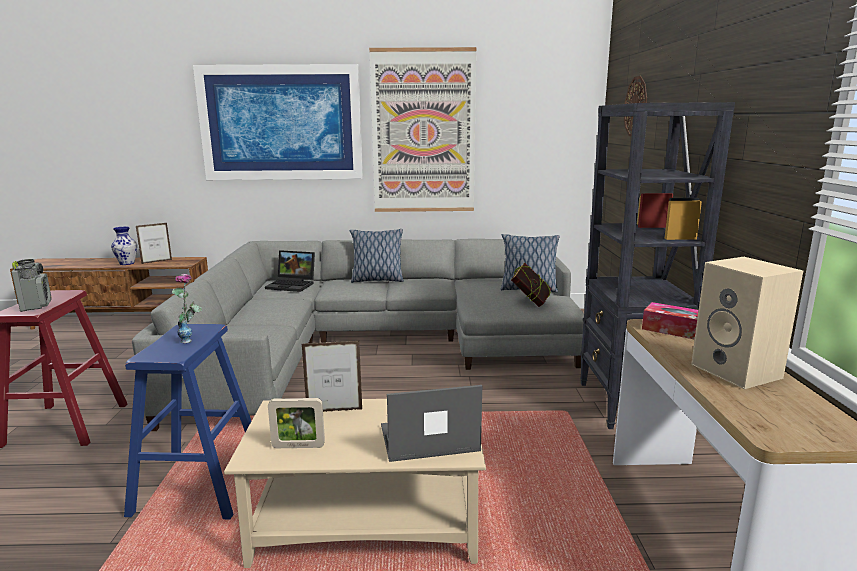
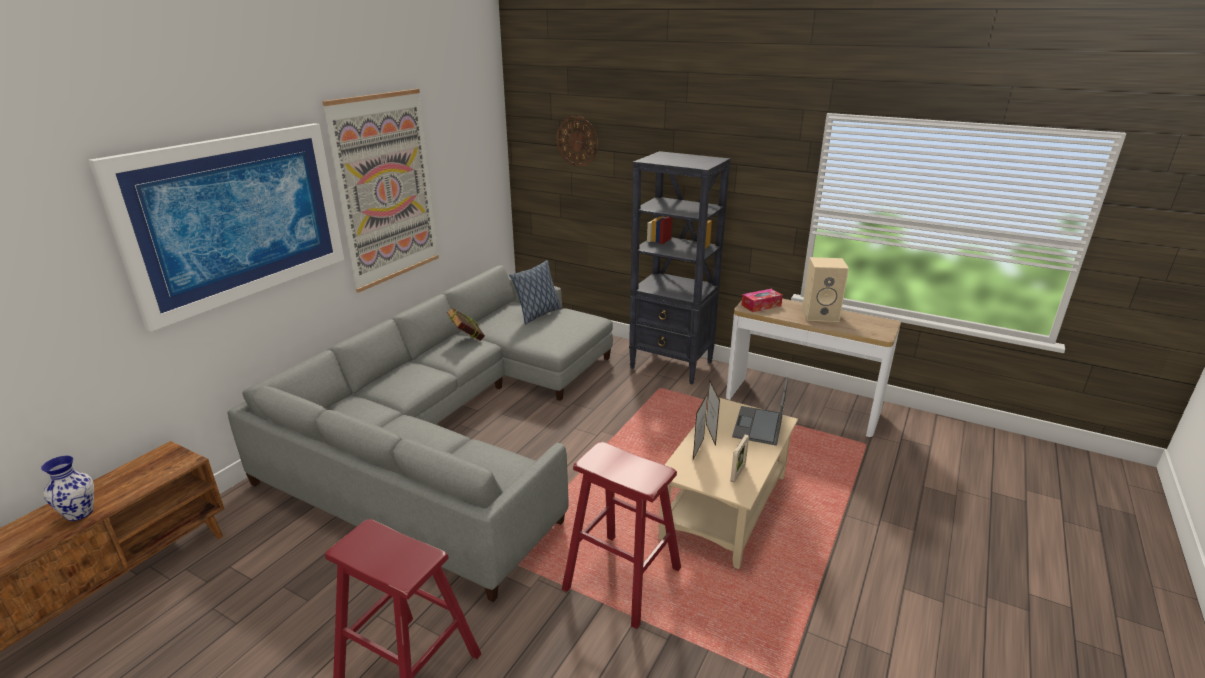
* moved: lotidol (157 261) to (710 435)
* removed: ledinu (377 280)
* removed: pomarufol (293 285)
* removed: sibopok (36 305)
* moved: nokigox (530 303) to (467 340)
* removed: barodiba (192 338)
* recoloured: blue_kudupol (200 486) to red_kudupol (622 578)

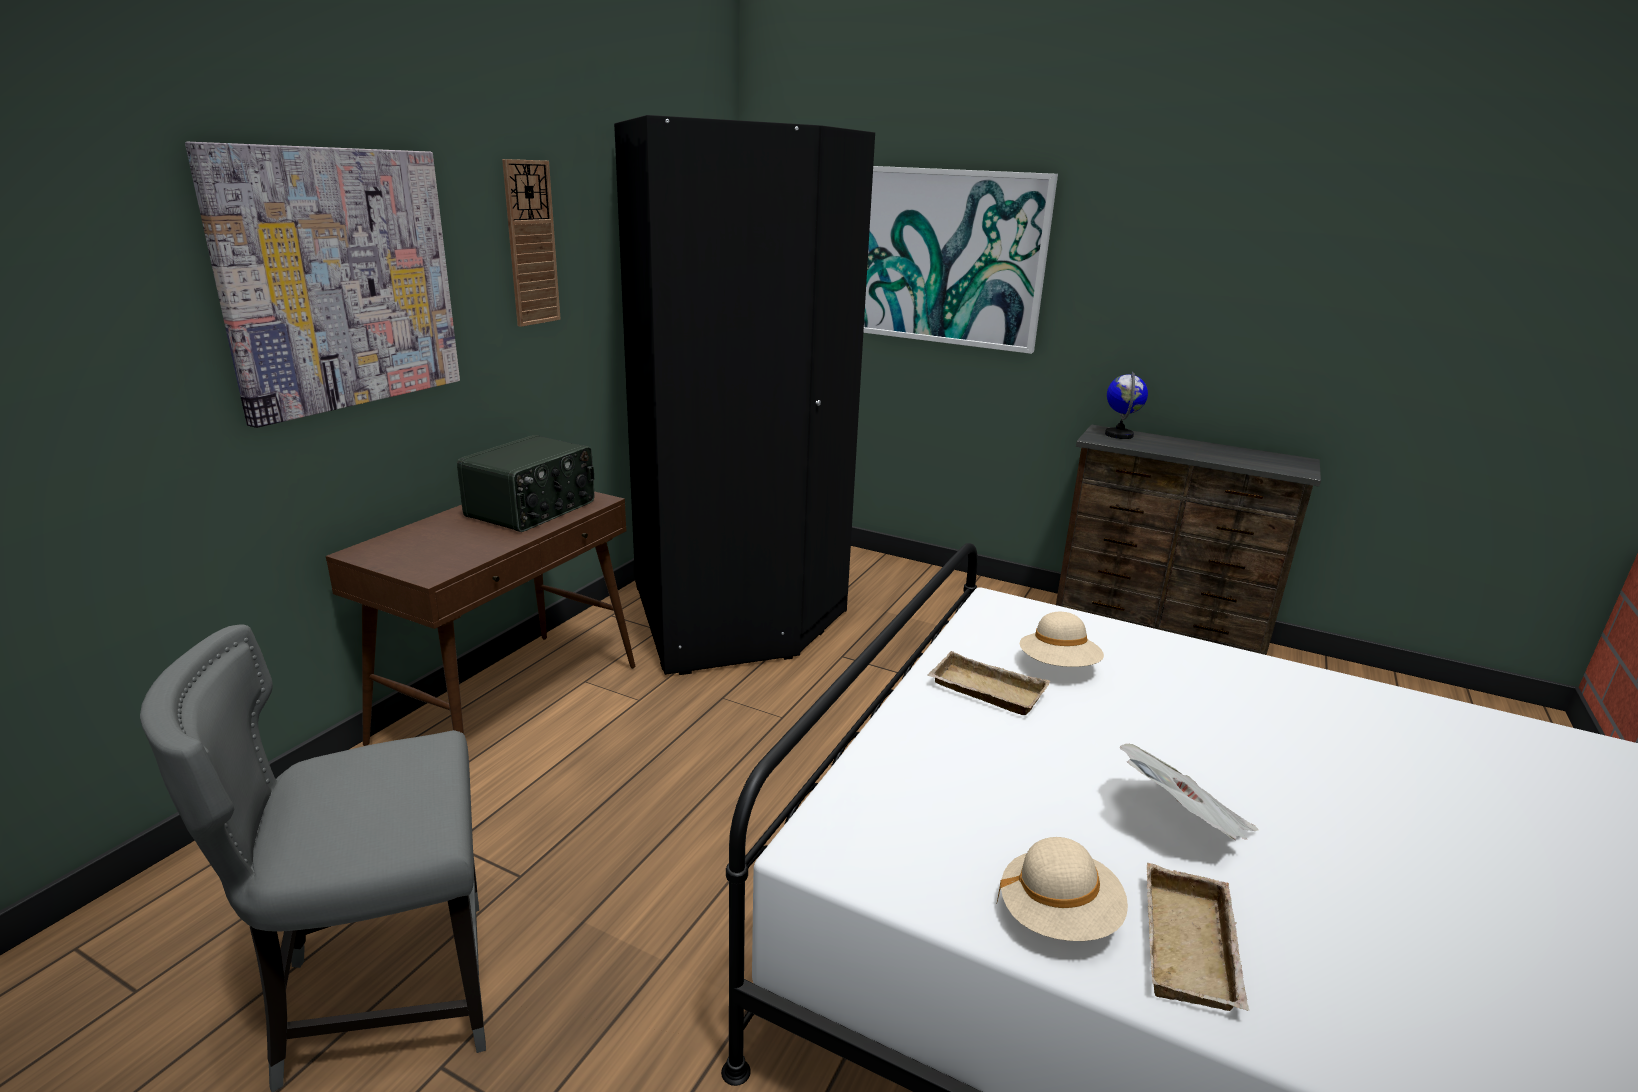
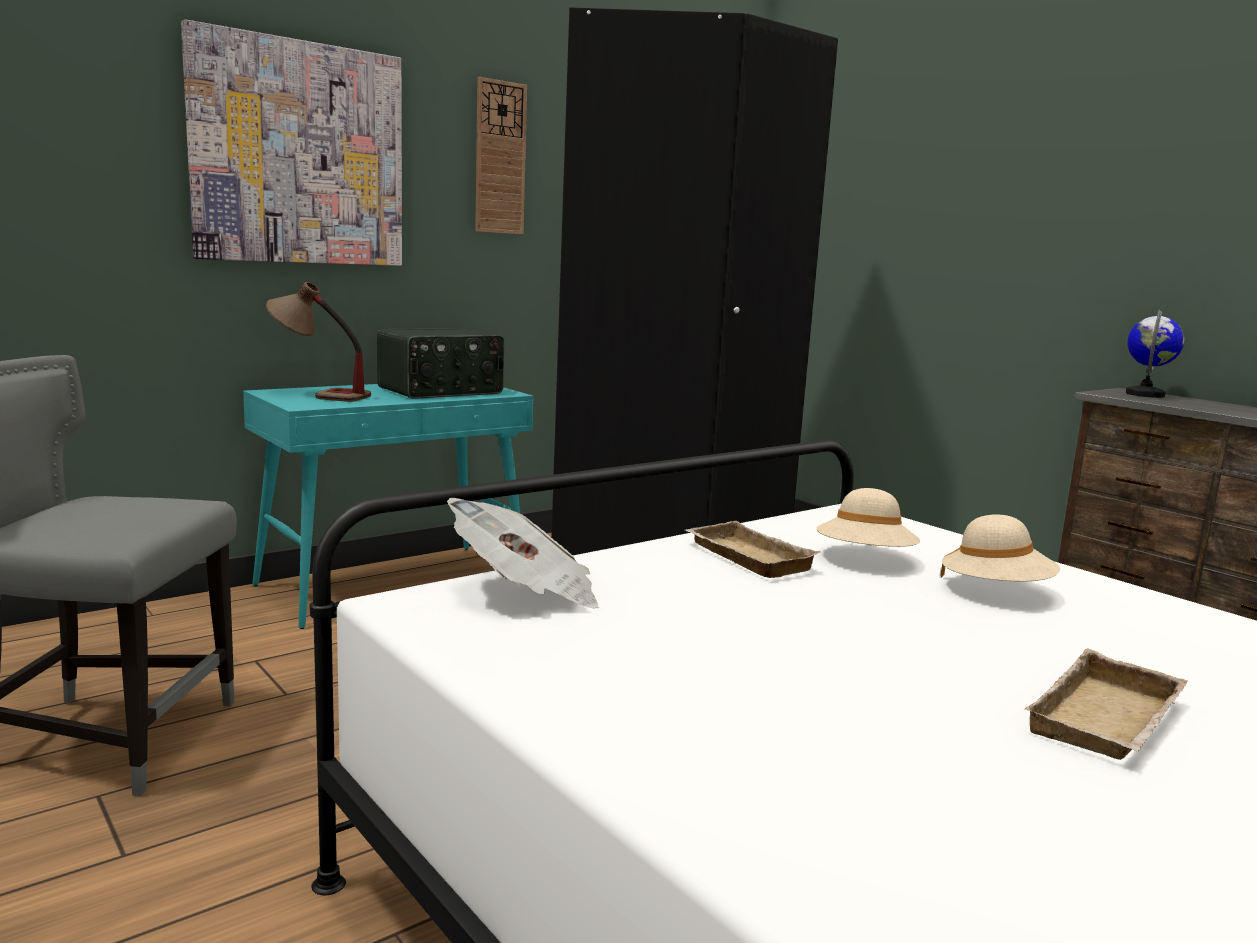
* removed: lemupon (938 257)
* recoloured: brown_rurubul (510 702) to turquoise_rurubul (395 583)
* moved: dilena (1182 823) to (526 593)
* moved: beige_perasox (1058 916) to (996 591)
* moved: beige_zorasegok (1193 949) to (1110 721)
* added: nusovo (318 395)

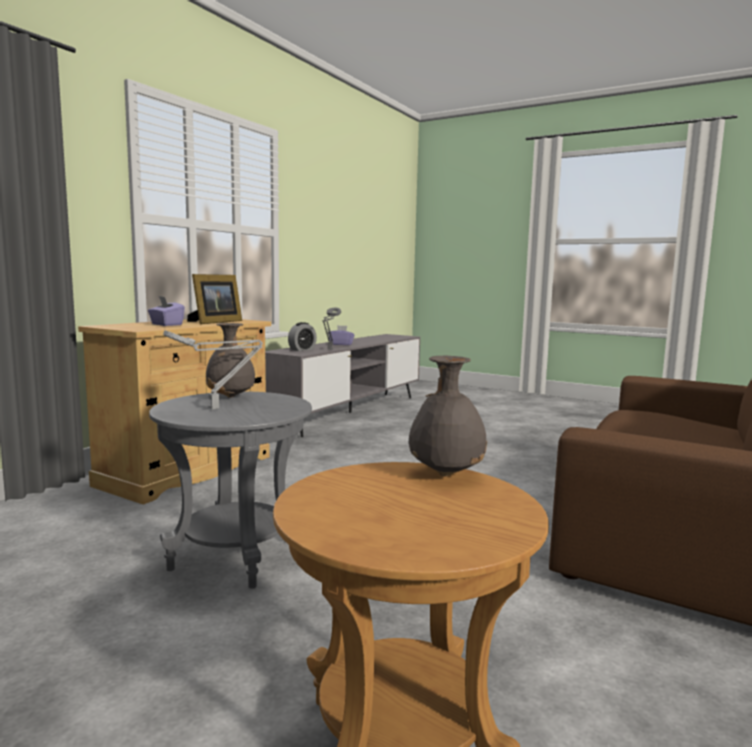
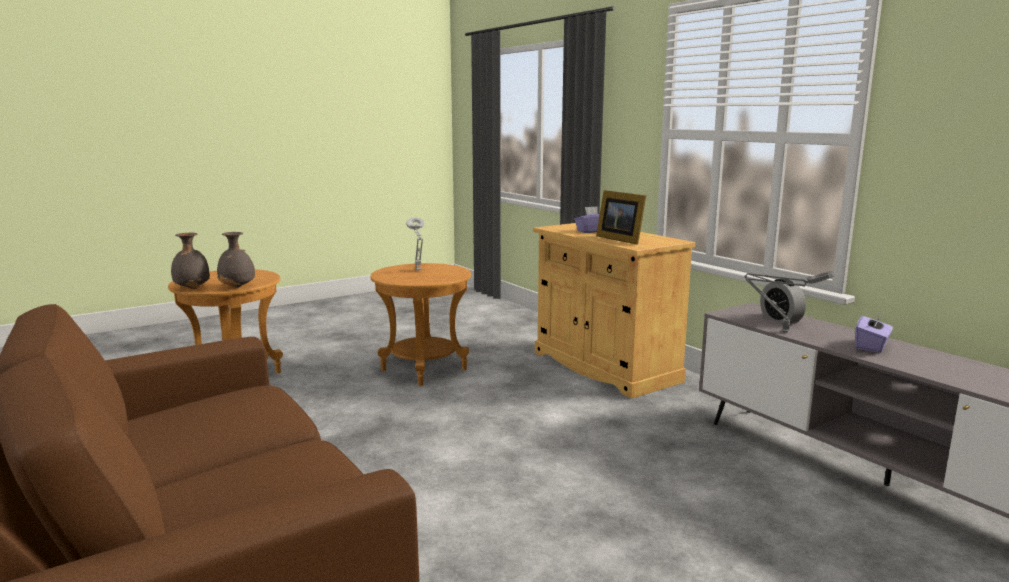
* moved: grey_barodiba (231 397) to (191 288)
* recoloured: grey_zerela (236 556) to brown_zerela (424 370)

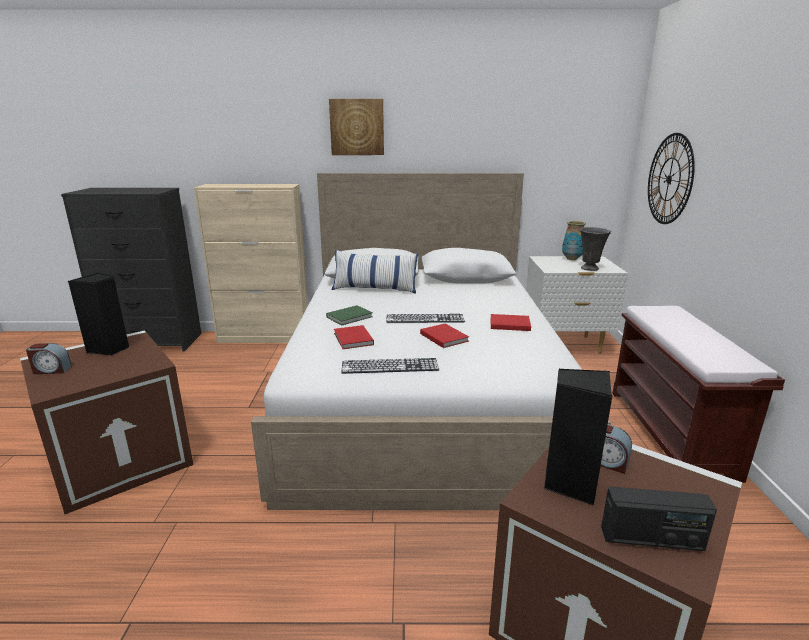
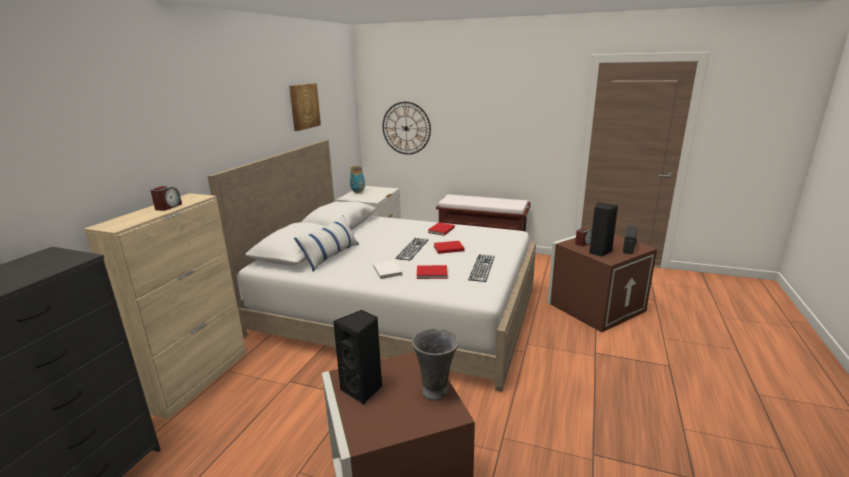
* moved: lemupon (357 127) to (304 106)
* moved: grey_barodiba (590 269) to (436 392)
* recoloured: green_nokigox (351 317) to white_nokigox (388 270)
* moved: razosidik (51 370) to (168 207)

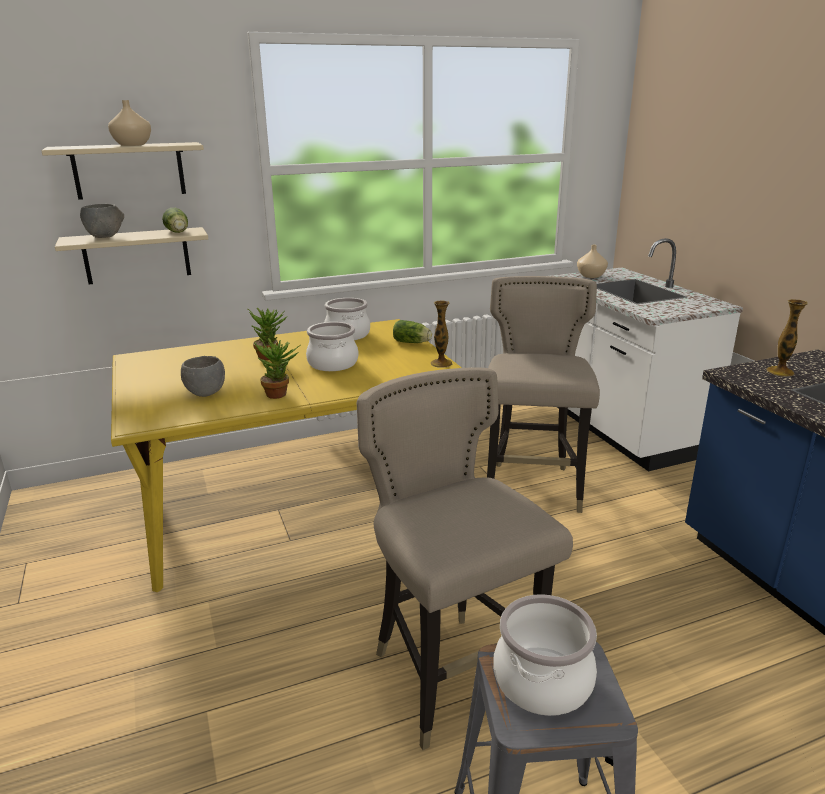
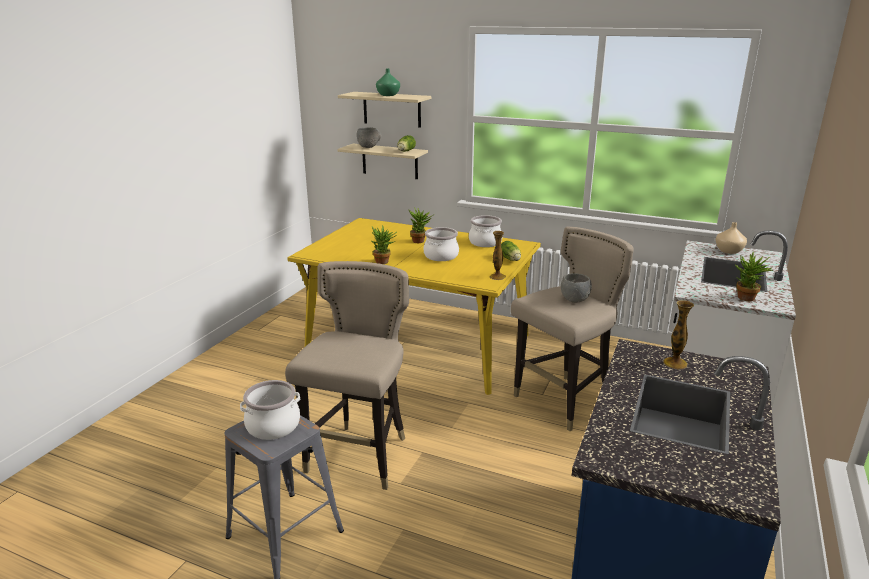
* recoloured: beige_barodiba (132 145) to green_barodiba (388 95)
* moved: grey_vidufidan (205 393) to (574 300)
* added: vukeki (746 299)

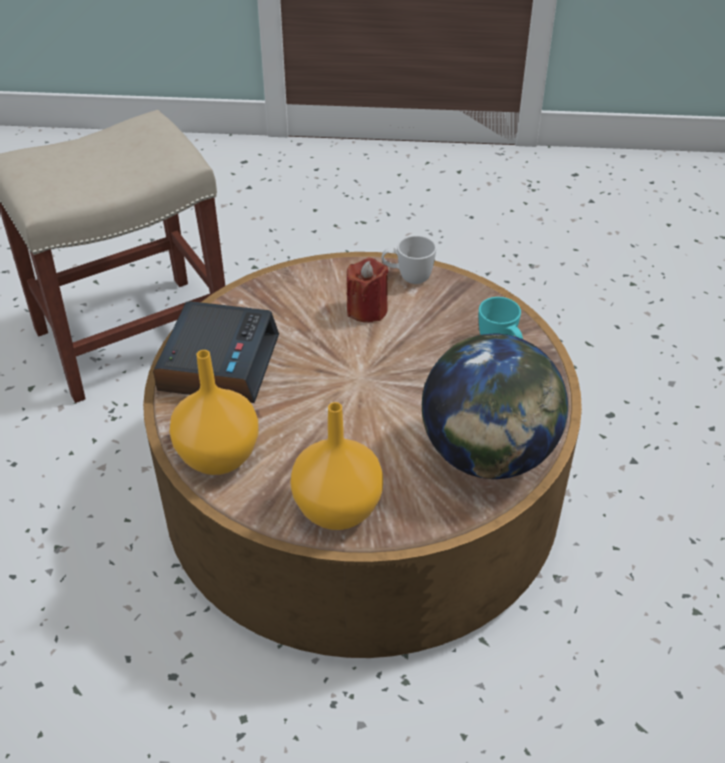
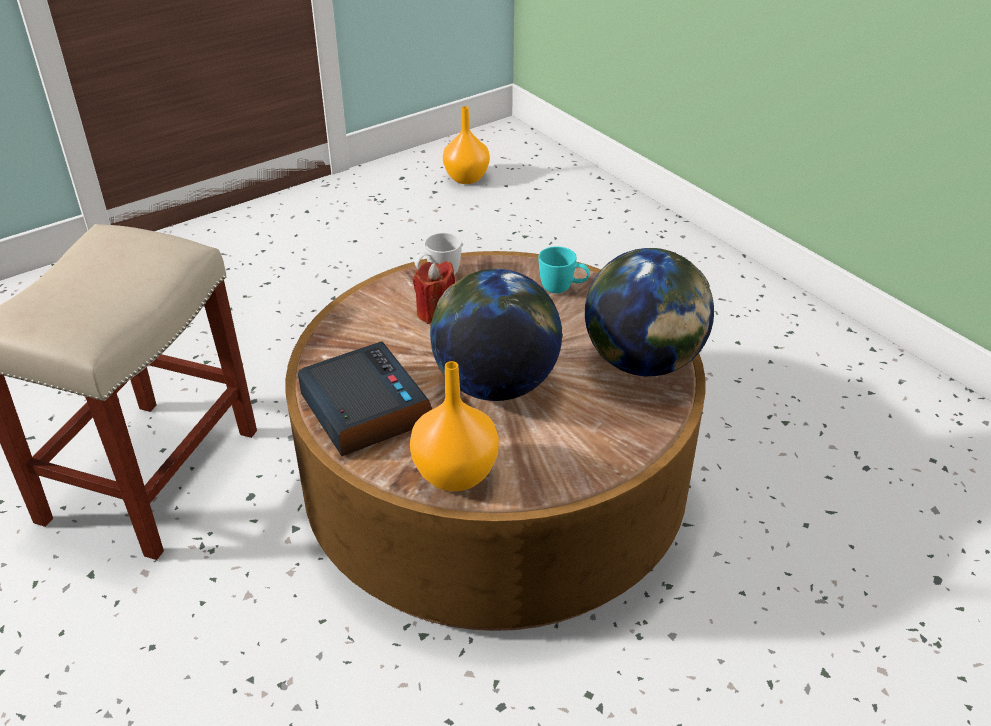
* moved: orange_barodiba (338 508) to (466 177)
* added: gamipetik (496 385)

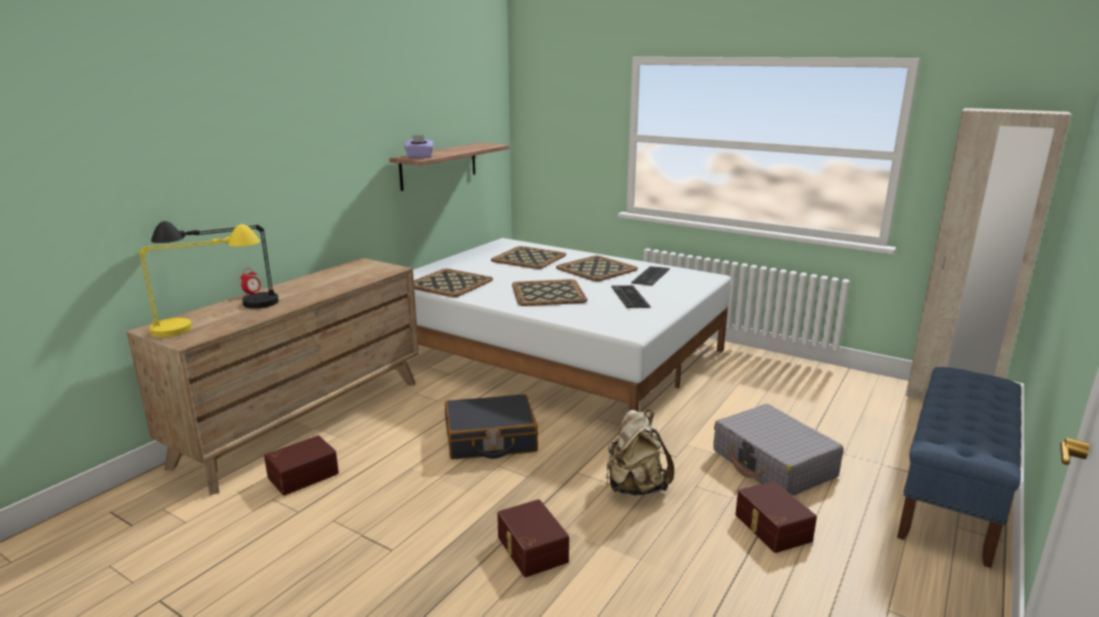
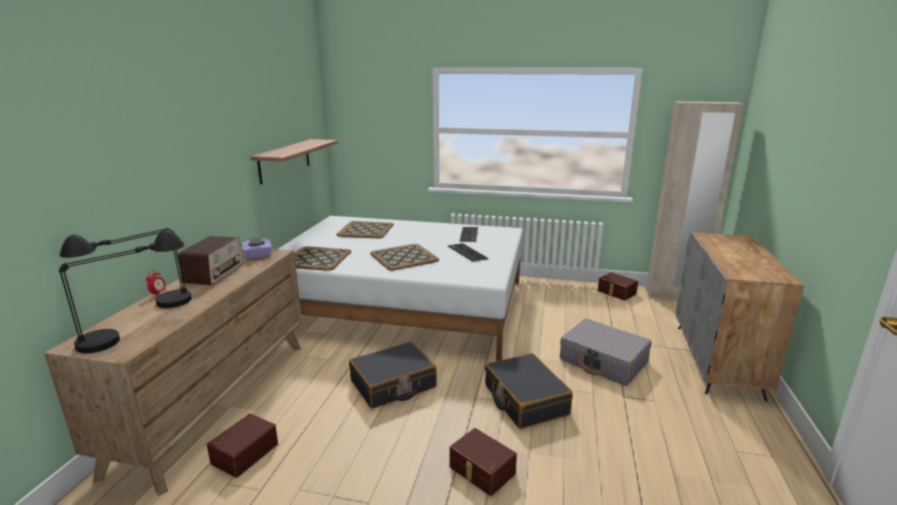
* moved: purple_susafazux (419 157) to (258 256)
* recoloured: yellow_nusovo (208 325) to black_nusovo (136 332)
* removed: zorasegok (595 269)
* replaced: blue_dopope (952 495) to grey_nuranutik (717 360)
* replaced: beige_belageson (635 487) to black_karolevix (525 400)
* moved: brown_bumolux (771 528) to (616 292)
* added: sibopok (214 273)

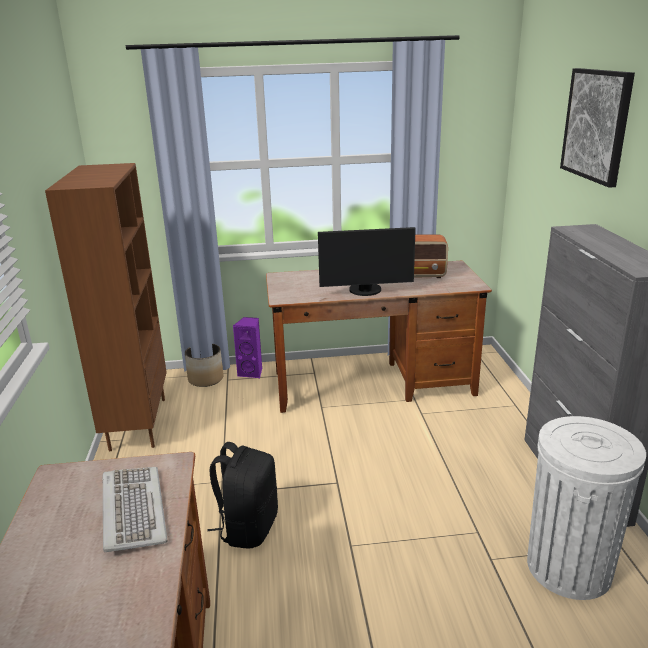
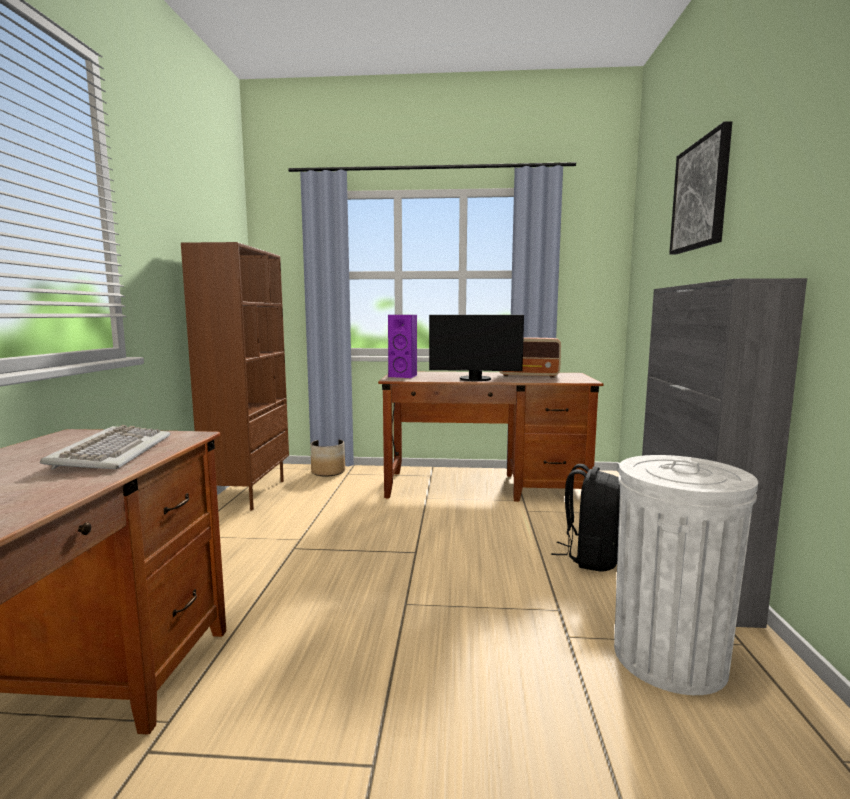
* moved: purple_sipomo (252 372) to (405 376)
* moved: black_belageson (248 527) to (591 558)

